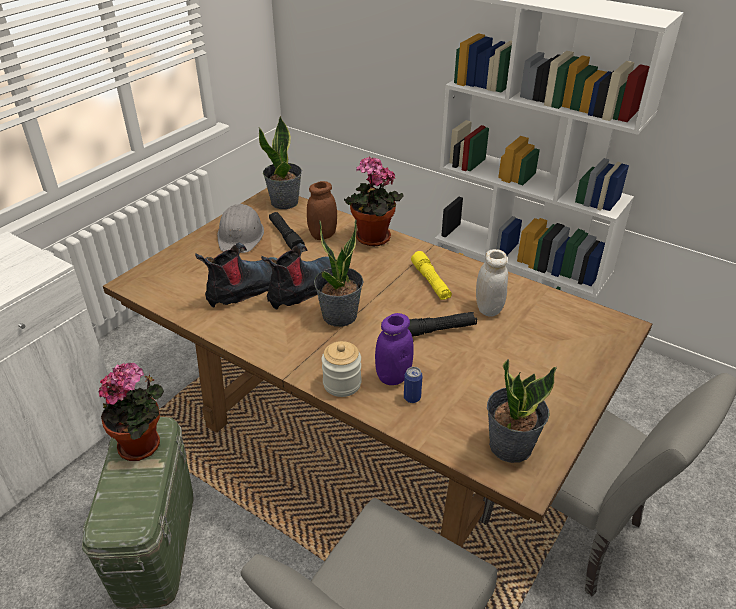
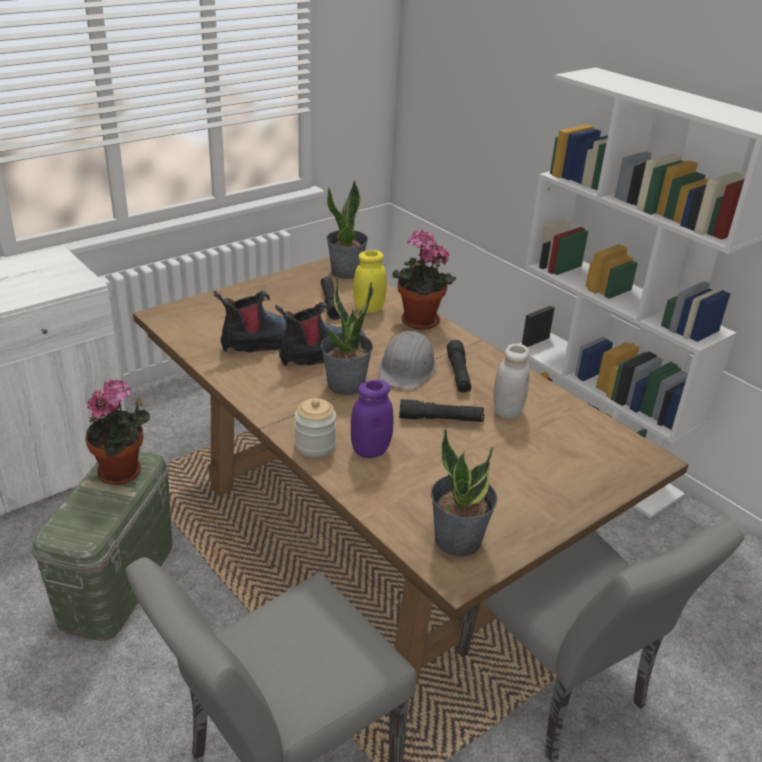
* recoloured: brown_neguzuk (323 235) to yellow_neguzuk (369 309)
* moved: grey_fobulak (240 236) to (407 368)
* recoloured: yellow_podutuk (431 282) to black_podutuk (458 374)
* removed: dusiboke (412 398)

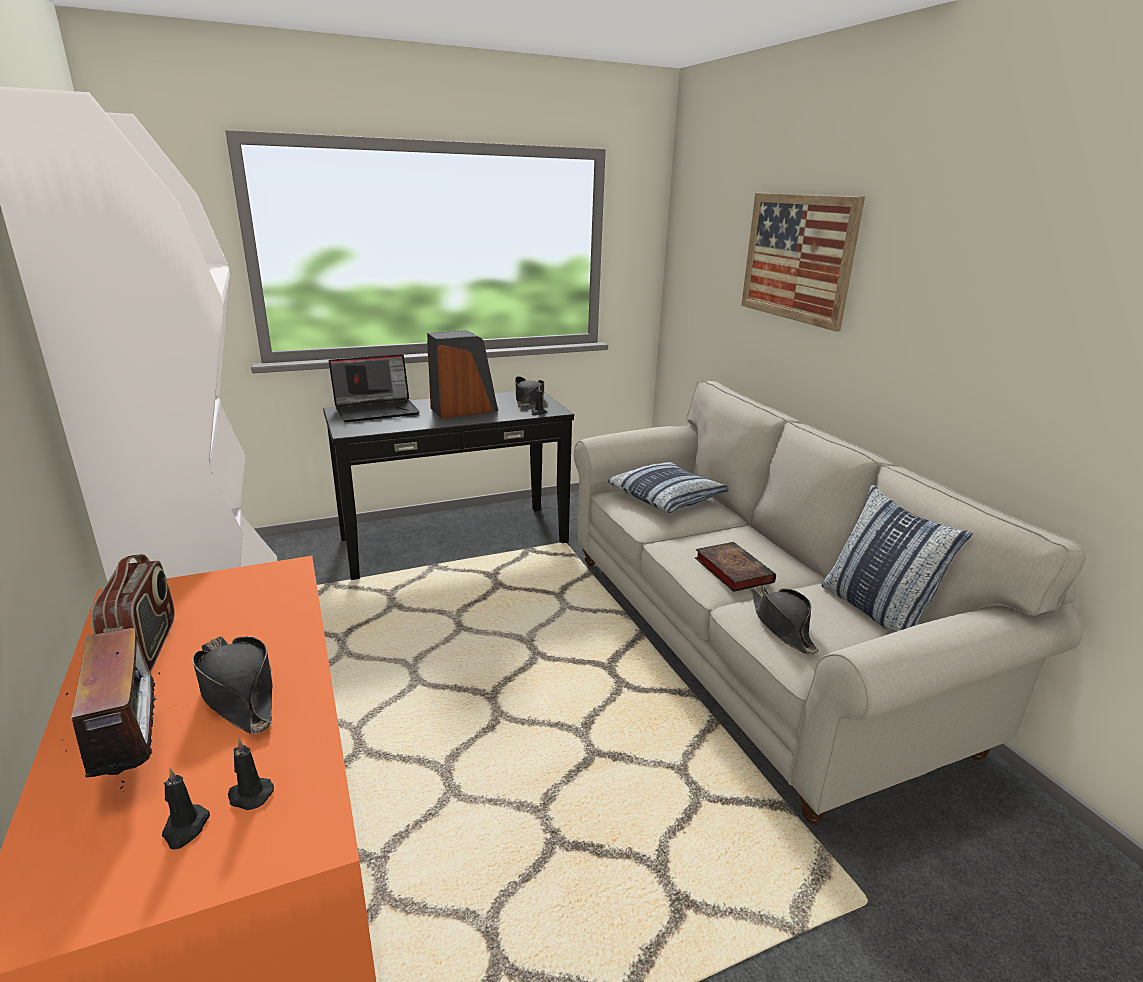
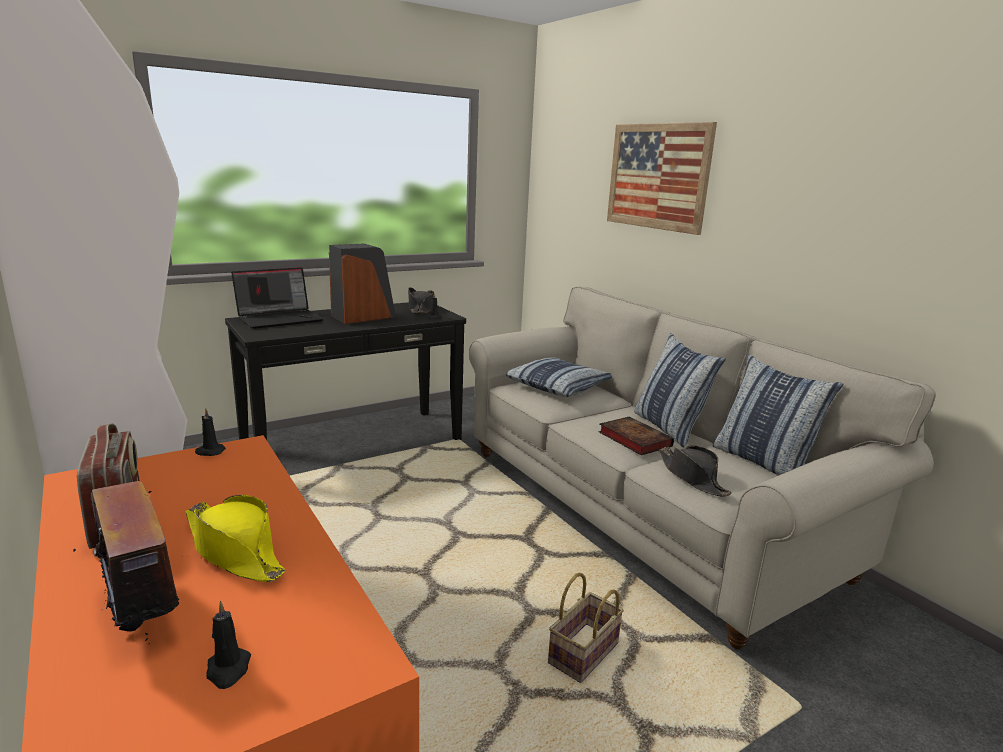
* recoloured: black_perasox (237 692) to yellow_perasox (234 550)
* moved: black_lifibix (249 795) to (209 452)
* added: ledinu (669 428)
* added: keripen (583 655)

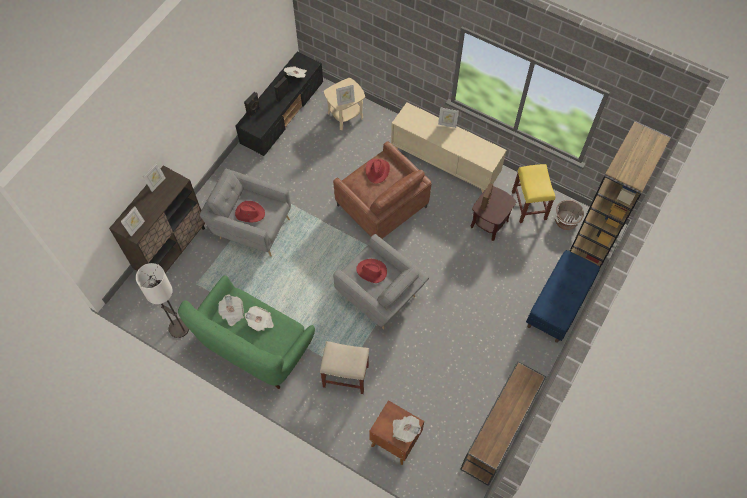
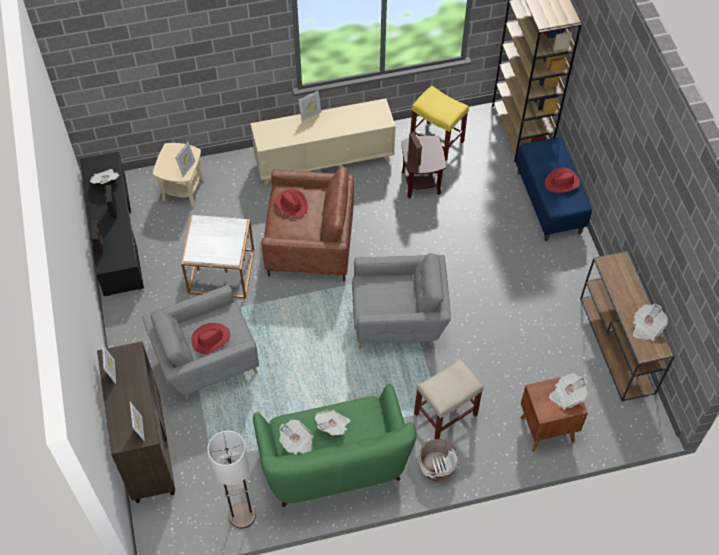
* moved: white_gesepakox (565 221) to (436 467)
* moved: red_perasox (371 271) to (562 182)
* added: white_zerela (221 271)
* added: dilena (646 327)

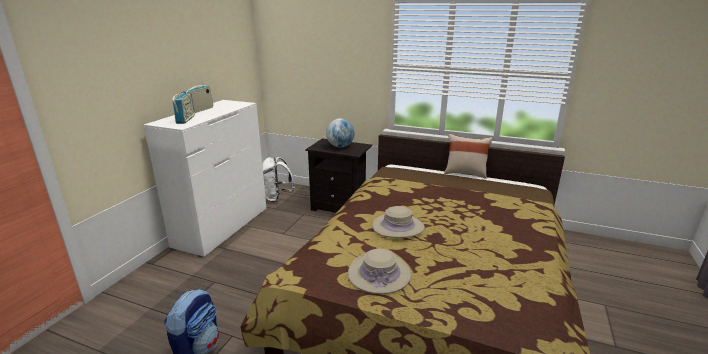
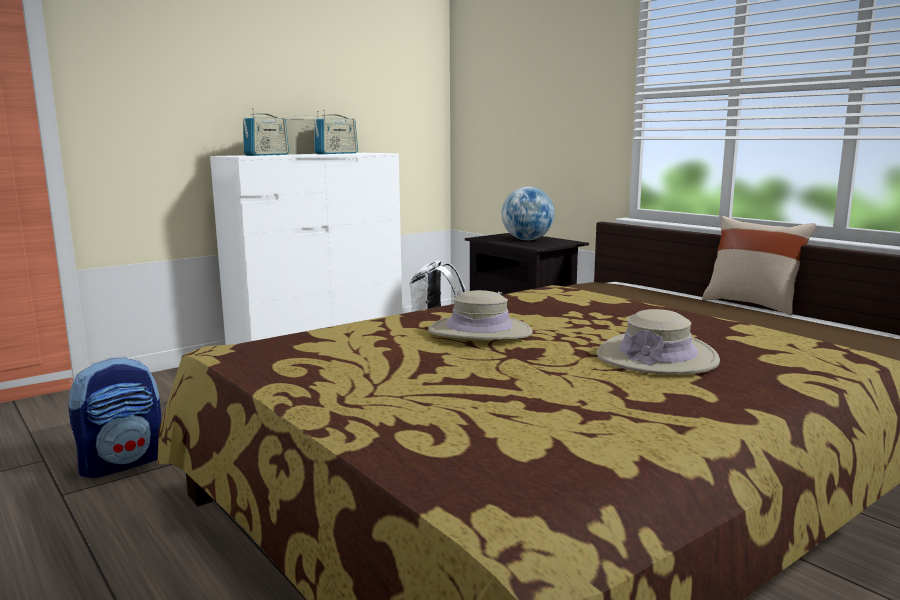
* moved: beige_perasox (379 274) to (656 357)
* added: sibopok (336 153)

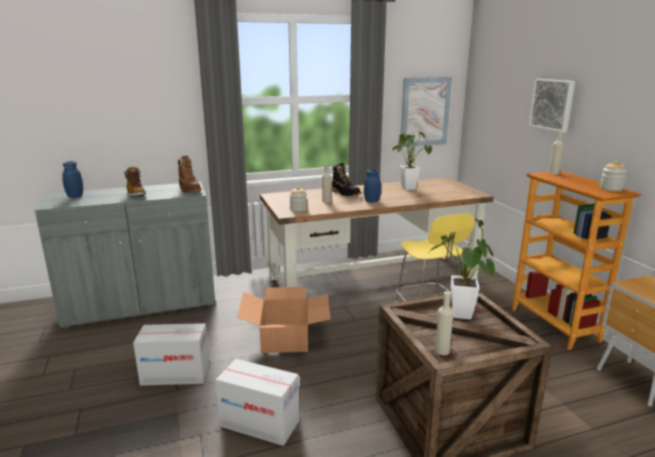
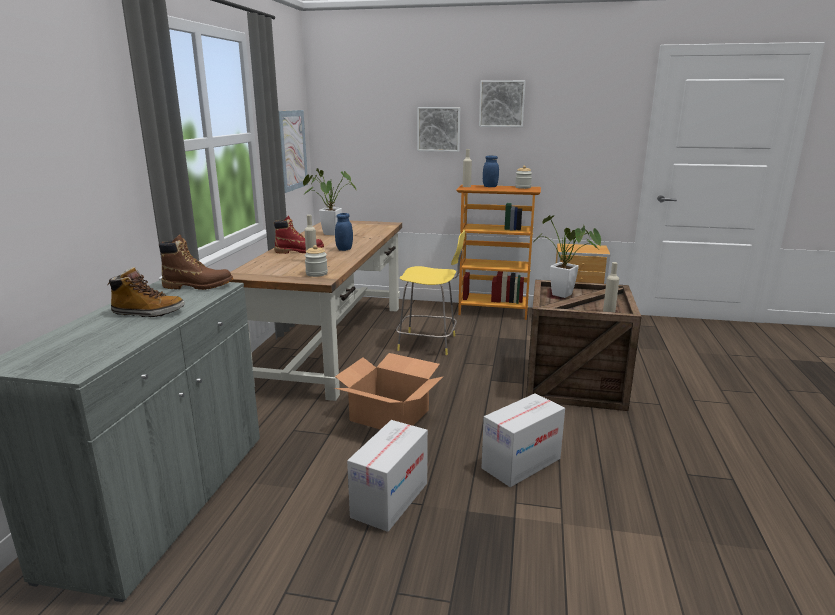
* moved: blue_neguzuk (75 196) to (490 186)
* recoloured: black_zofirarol (345 193) to red_zofirarol (299 251)
* added: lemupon (502 104)

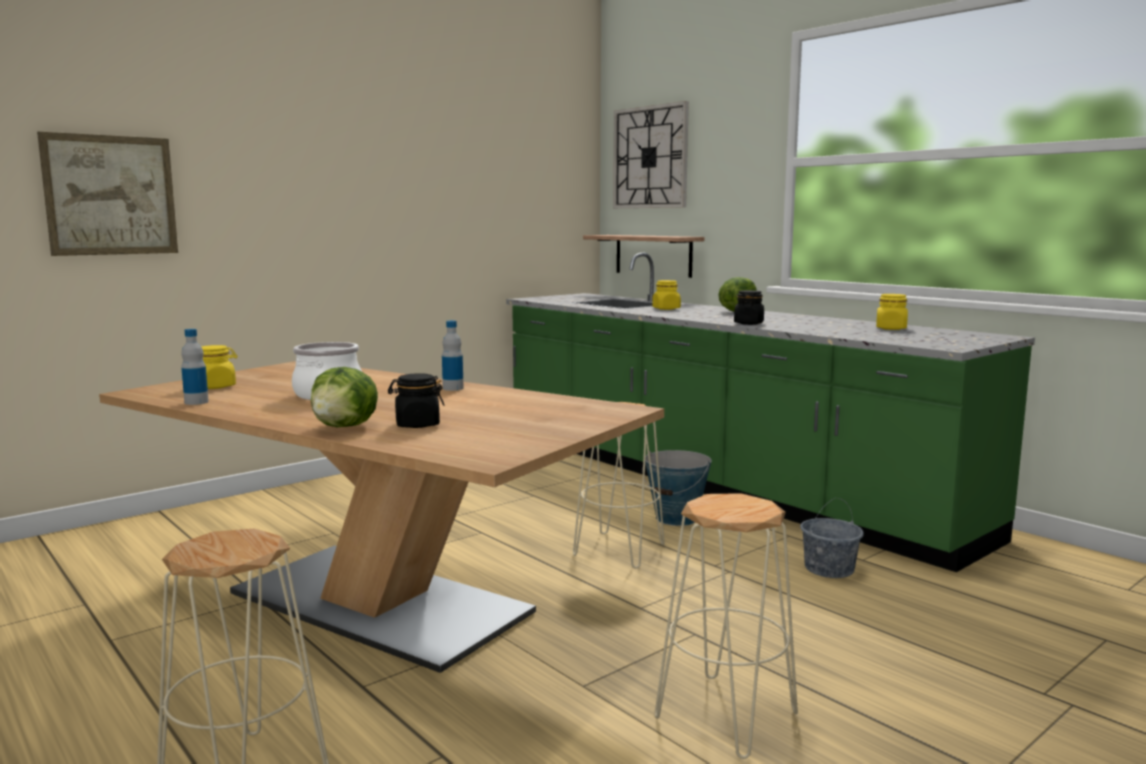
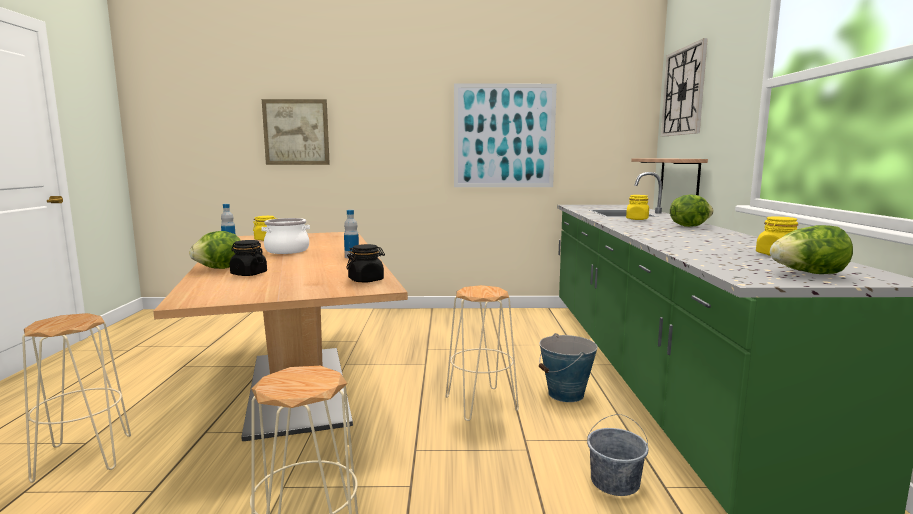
* moved: black_neguzuk (748 323) to (366 280)
* added: lemupon (504 136)
* added: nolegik (808 273)

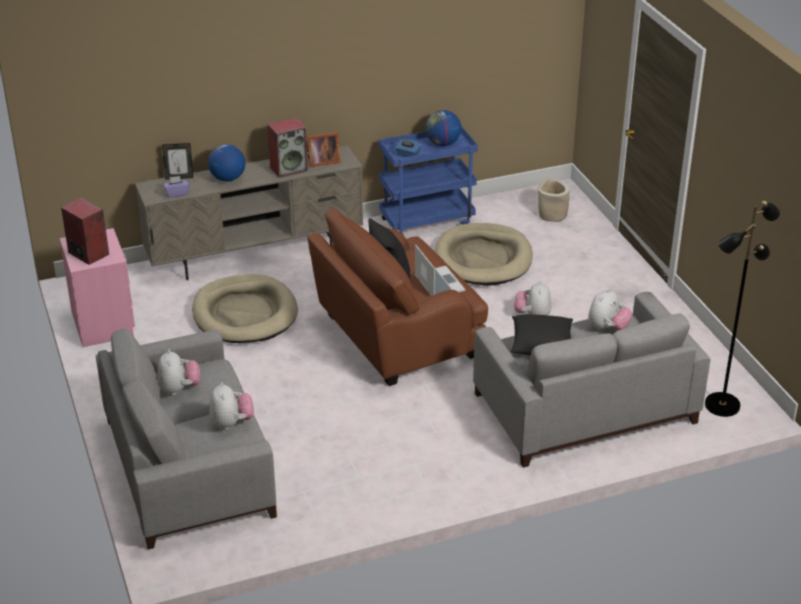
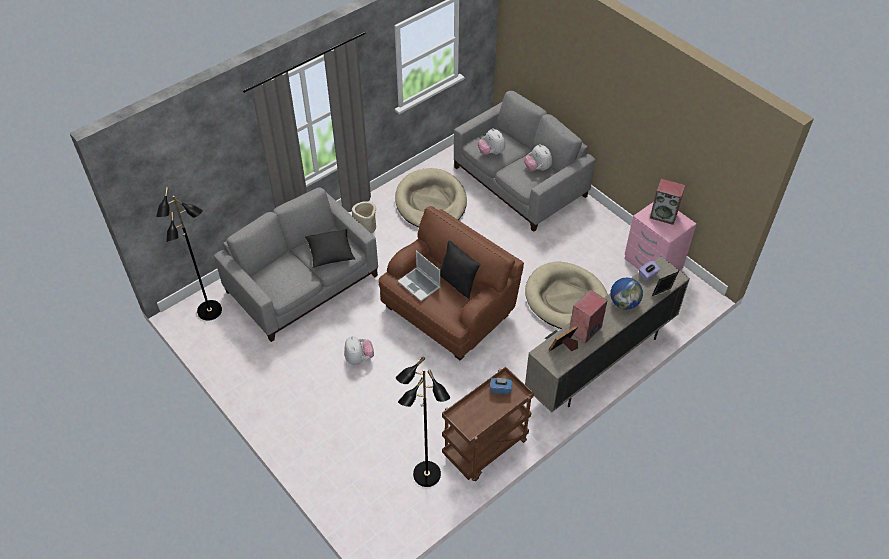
* removed: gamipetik (443 143)
* recoloured: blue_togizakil (427 222) to brown_togizakil (485 449)
* moved: beige_gesepakox (552 214) to (365 227)
* moved: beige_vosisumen (483 259) to (431 202)
* removed: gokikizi (607 328)
* added: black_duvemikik (426 475)

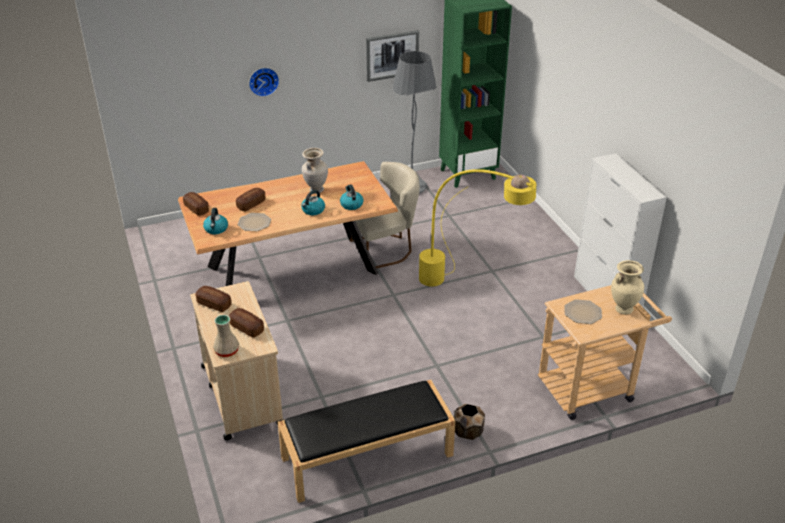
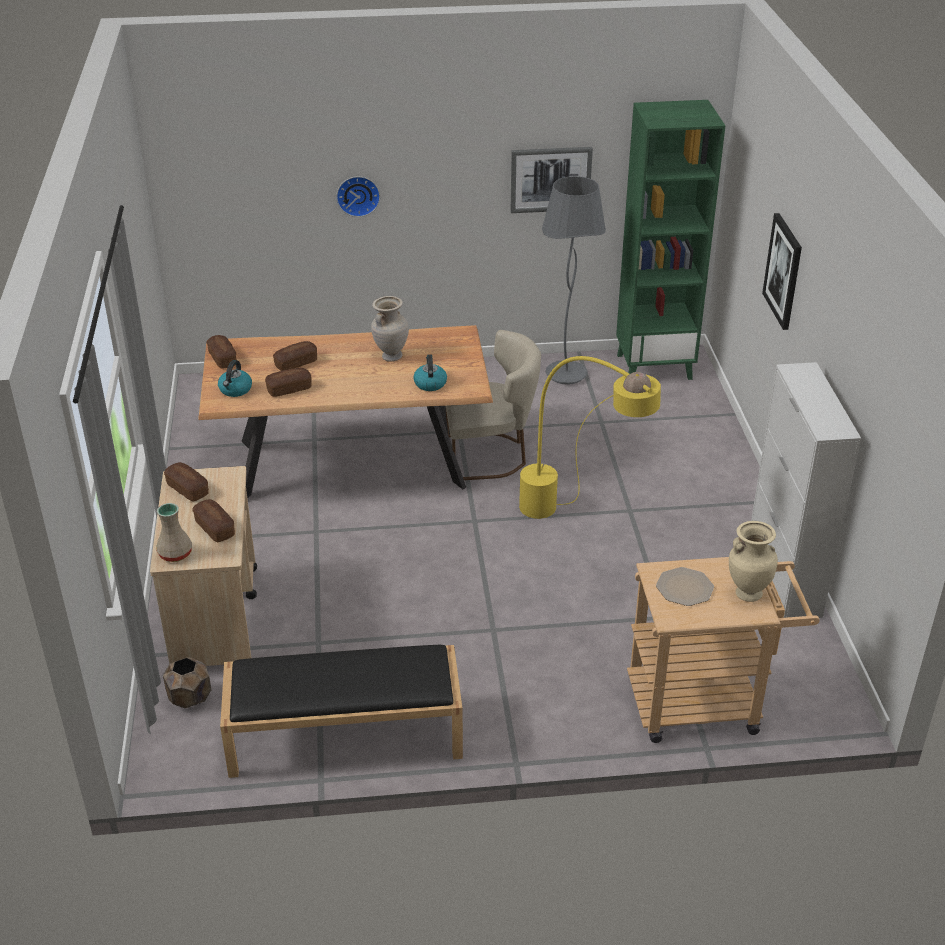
* removed: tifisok (313 210)
* replaced: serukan (254 223) to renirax (289 389)
* moved: brown_gesepakox (467 432) to (189 698)
* added: lemupon (783 271)

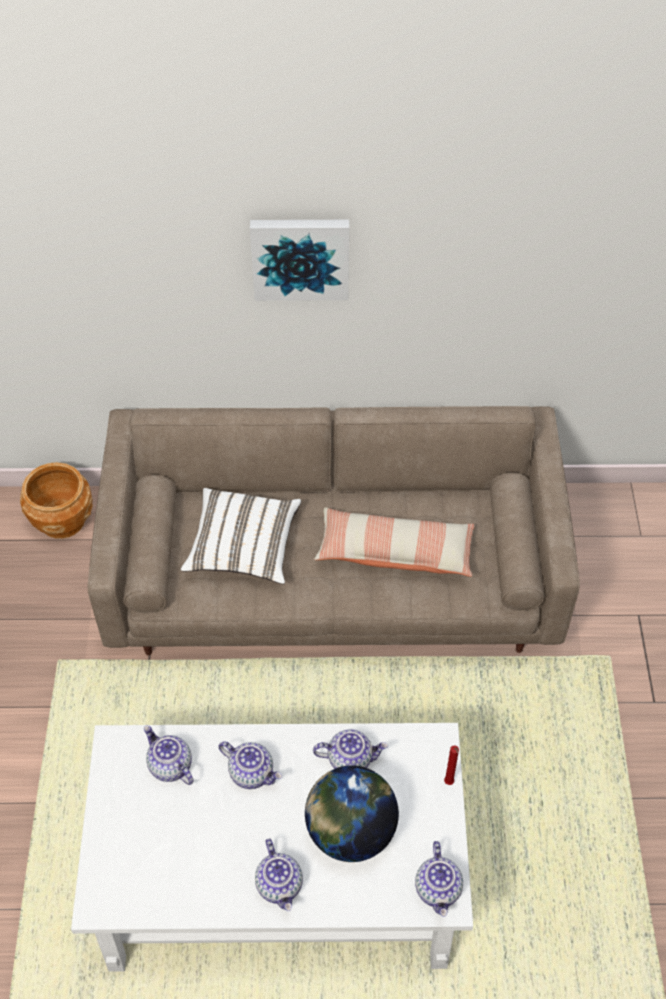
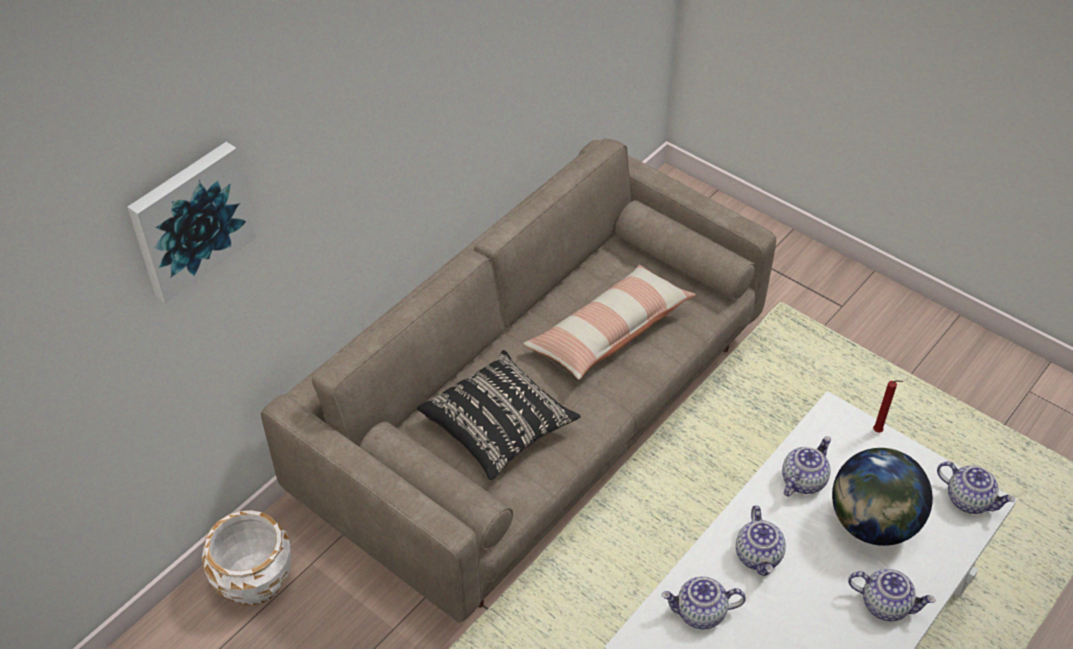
* moved: lemupon (300 257) to (190 219)
* recoloured: brown_gesepakox (63 520) to white_gesepakox (255 580)
* recoloured: white_ledinu (243 547) to black_ledinu (498 427)
* turned: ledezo (252 772) = (759 556) 105 degrees clockwise

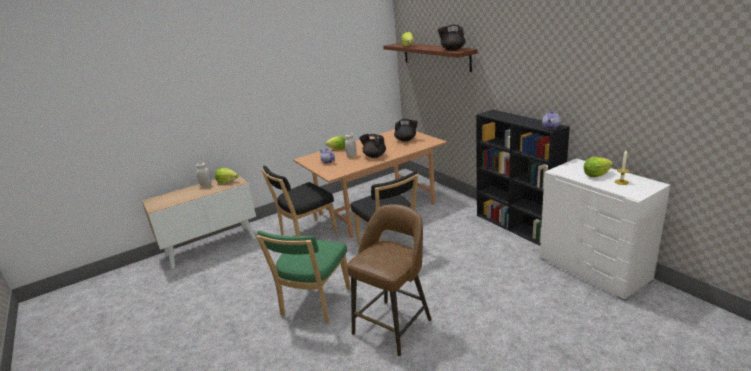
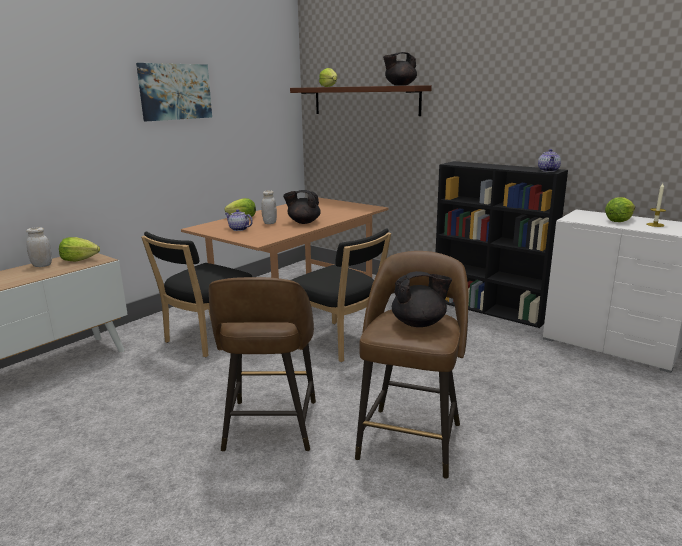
* moved: black_ledezo (406 140) to (419 323)
* replaced: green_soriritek (314 304) to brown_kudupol (270 427)
* added: lemupon (175 91)

